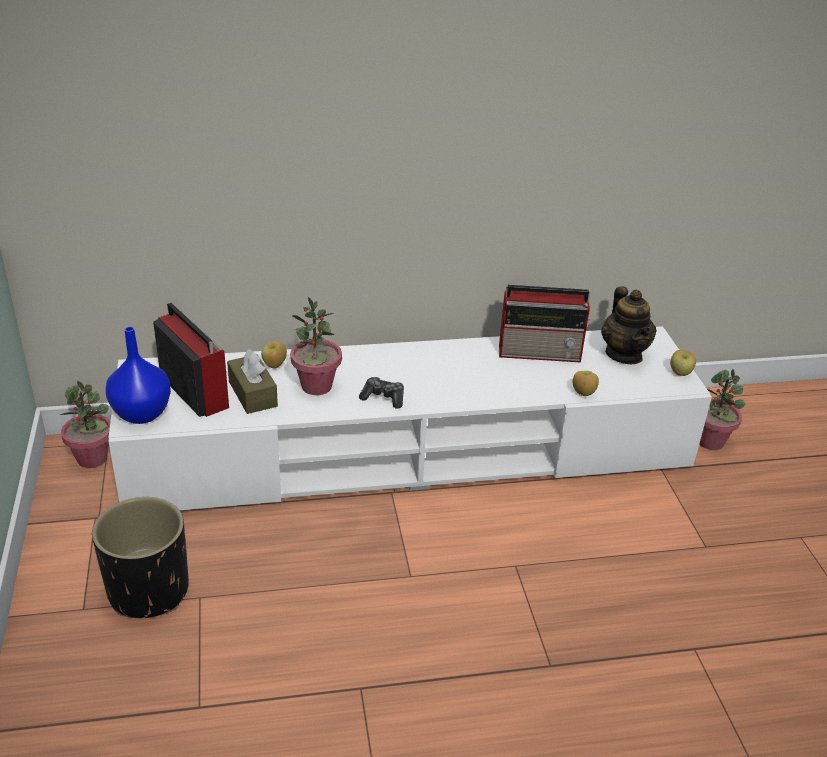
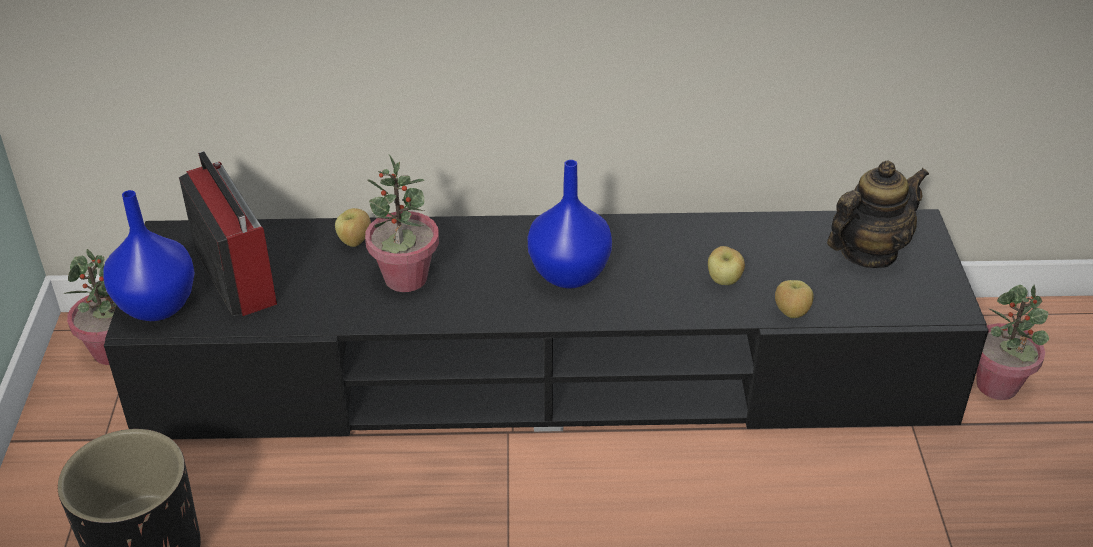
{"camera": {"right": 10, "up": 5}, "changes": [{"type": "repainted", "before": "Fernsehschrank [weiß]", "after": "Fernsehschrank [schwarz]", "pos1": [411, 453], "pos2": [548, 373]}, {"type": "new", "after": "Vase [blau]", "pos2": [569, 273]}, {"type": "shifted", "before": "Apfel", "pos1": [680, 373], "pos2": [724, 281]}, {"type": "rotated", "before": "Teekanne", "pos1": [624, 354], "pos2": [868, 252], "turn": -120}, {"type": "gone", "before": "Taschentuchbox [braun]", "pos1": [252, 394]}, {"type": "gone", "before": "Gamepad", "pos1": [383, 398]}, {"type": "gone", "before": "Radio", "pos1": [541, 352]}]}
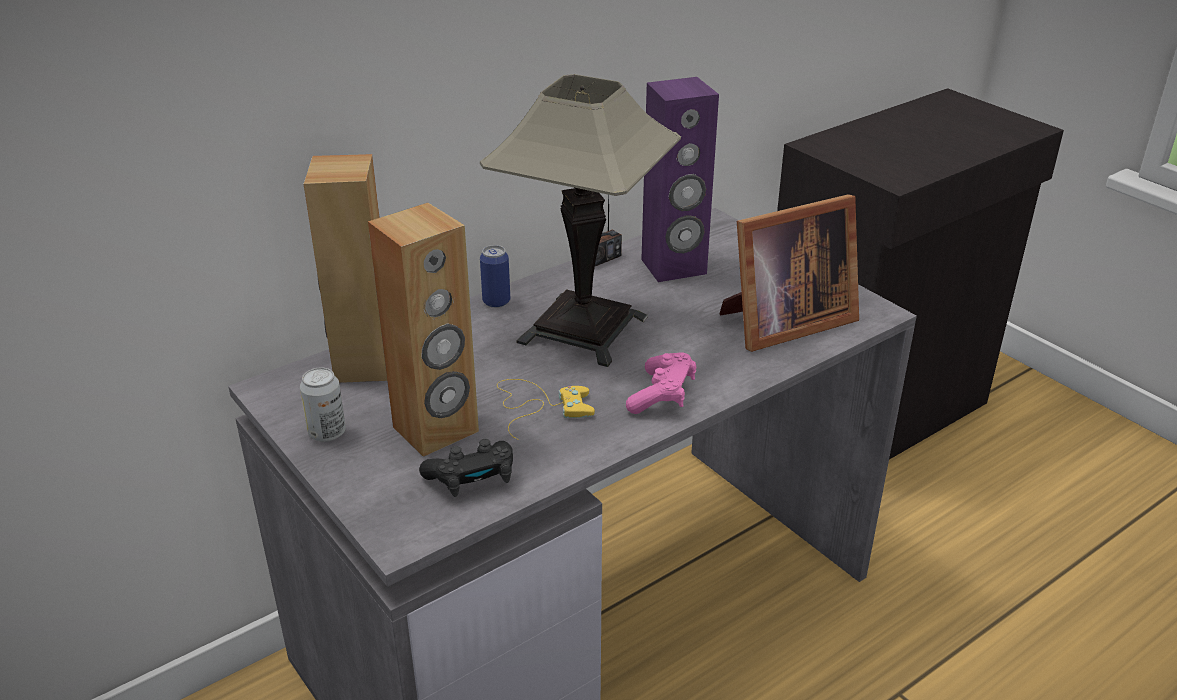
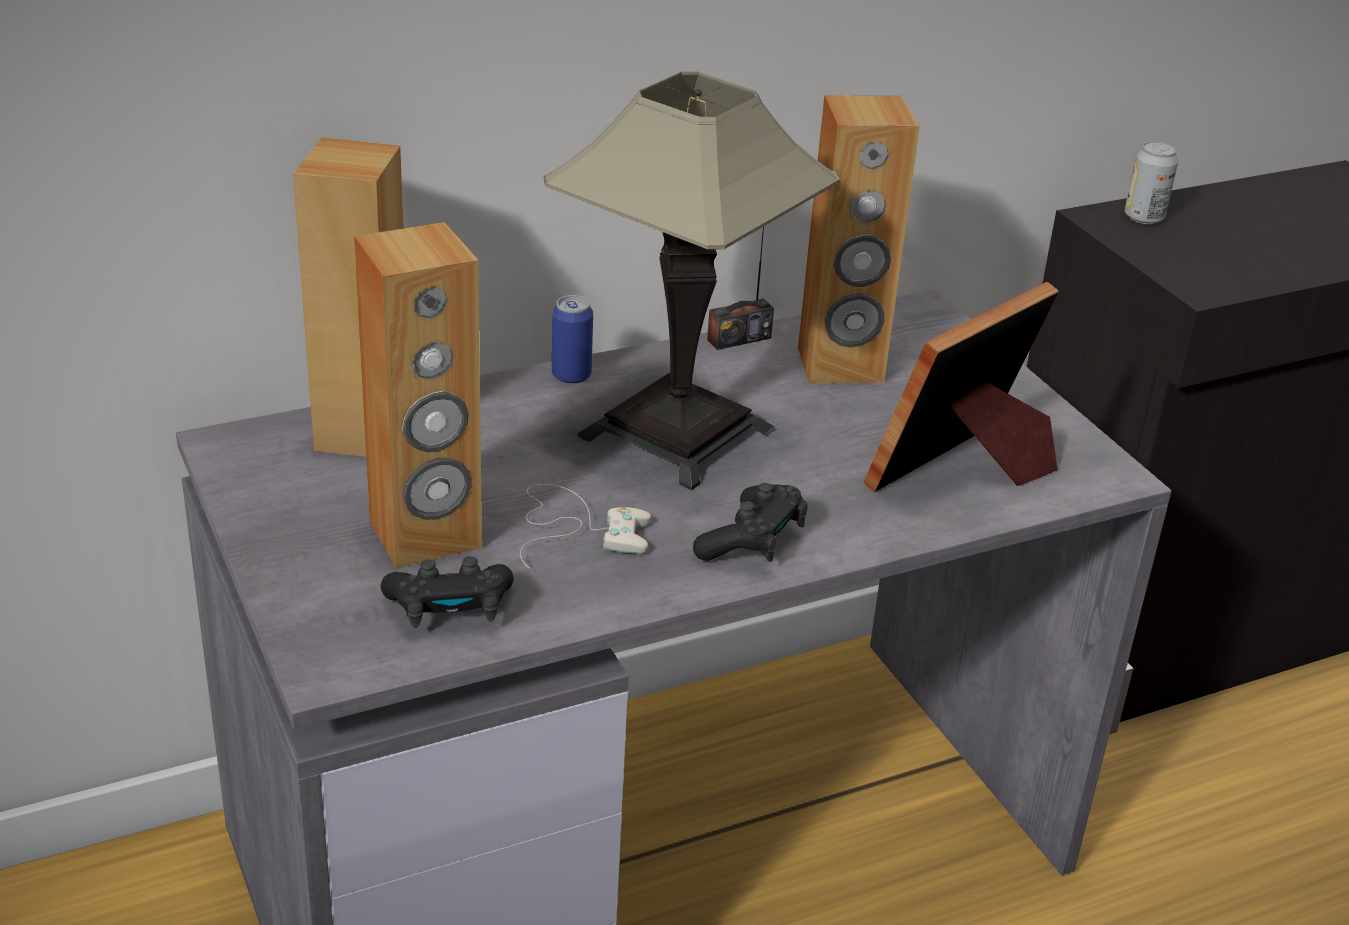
{"camera": {"right": 10, "up": 0}, "changes": [{"type": "repainted", "before": "Gamepad [gelb]", "after": "Gamepad [weiß]", "pos1": [539, 406], "pos2": [576, 527]}, {"type": "repainted", "before": "Gamepad [rosa]", "after": "Gamepad [schwarz]", "pos1": [662, 395], "pos2": [752, 542]}, {"type": "repainted", "before": "Lautsprecher [lila]", "after": "Lautsprecher [braun]", "pos1": [674, 267], "pos2": [840, 366]}, {"type": "rotated", "before": "Bilderrahmen", "pos1": [782, 323], "pos2": [965, 470], "turn": 150}, {"type": "shifted", "before": "Dose", "pos1": [327, 433], "pos2": [1144, 217]}]}
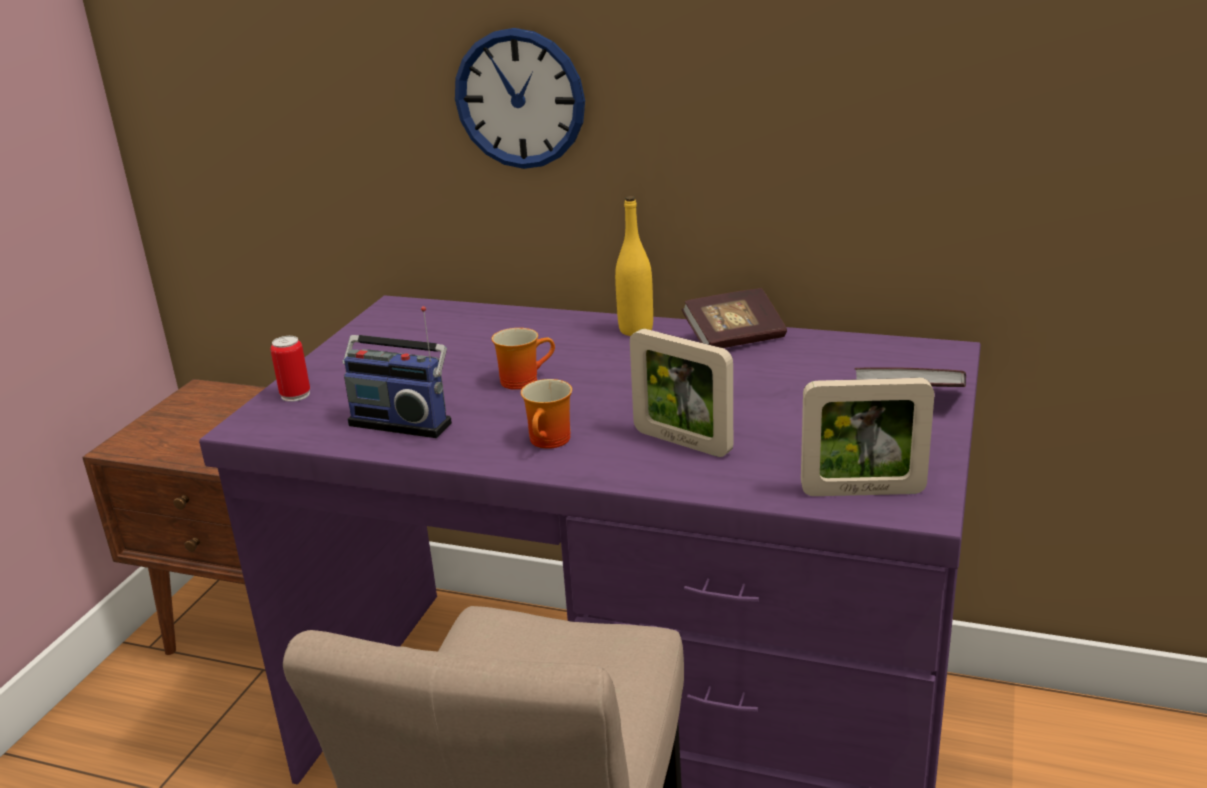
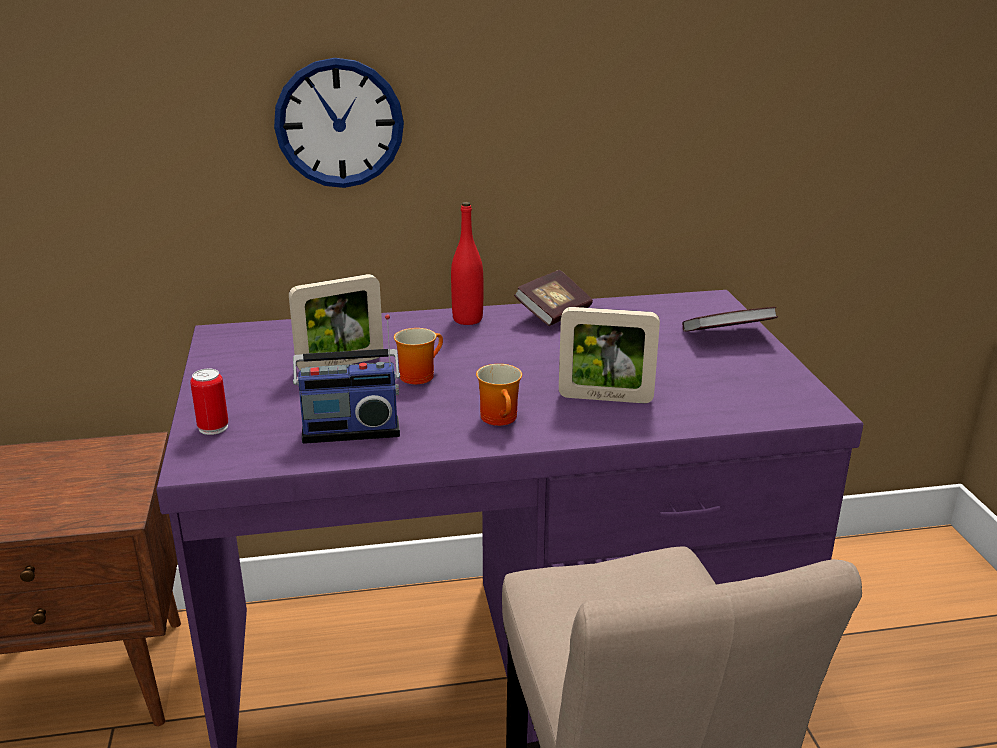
{"camera": {"right": -30, "up": 0}, "changes": [{"type": "shifted", "before": "Bilderrahmen", "pos1": [862, 491], "pos2": [340, 363]}, {"type": "repainted", "before": "Flasche [gelb]", "after": "Flasche [rot]", "pos1": [636, 330], "pos2": [467, 319]}]}
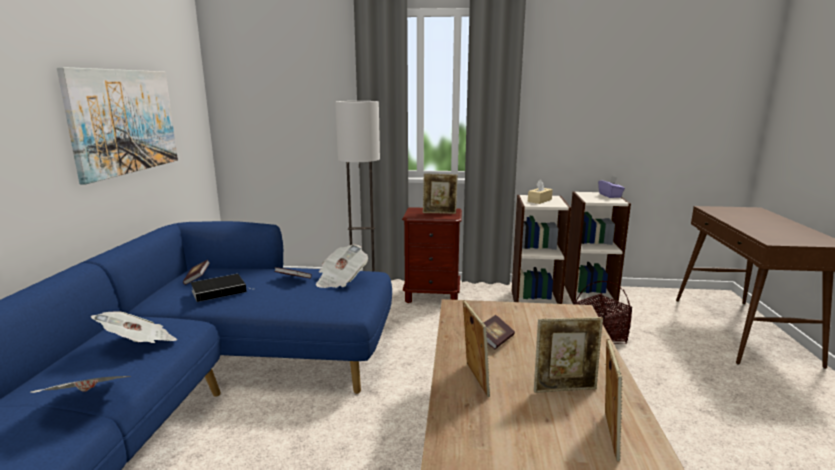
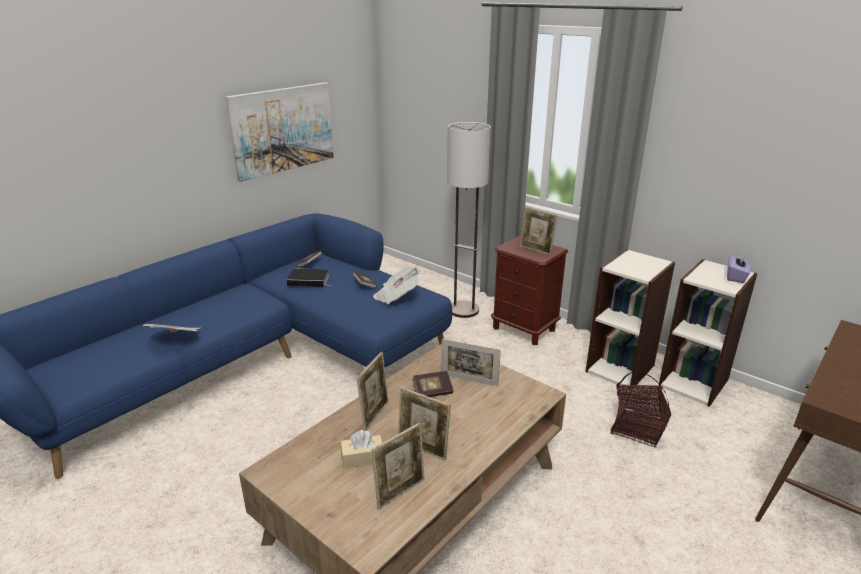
{"camera": {"right": 35, "up": 10}, "changes": [{"type": "shifted", "before": "Taschentuchbox [beige]", "pos1": [539, 200], "pos2": [362, 458]}, {"type": "new", "after": "Bilderrahmen", "pos2": [469, 380]}, {"type": "gone", "before": "Zeitung", "pos1": [139, 344]}]}
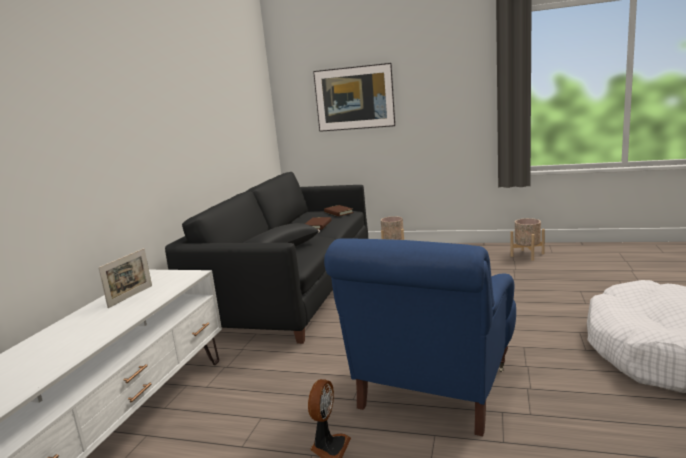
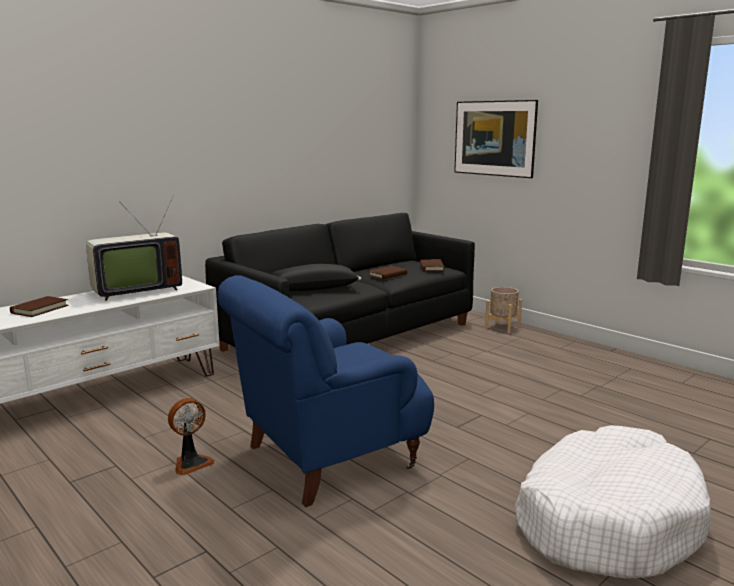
{"camera": {"right": 30, "up": 0}, "changes": [{"type": "new", "after": "Buch [braun]", "pos2": [39, 309]}, {"type": "swapped", "before": "Bilderrahmen", "after": "Fernseher", "pos1": [130, 296], "pos2": [135, 291]}, {"type": "gone", "before": "Pflanzkübel [beige]", "pos1": [527, 255]}]}
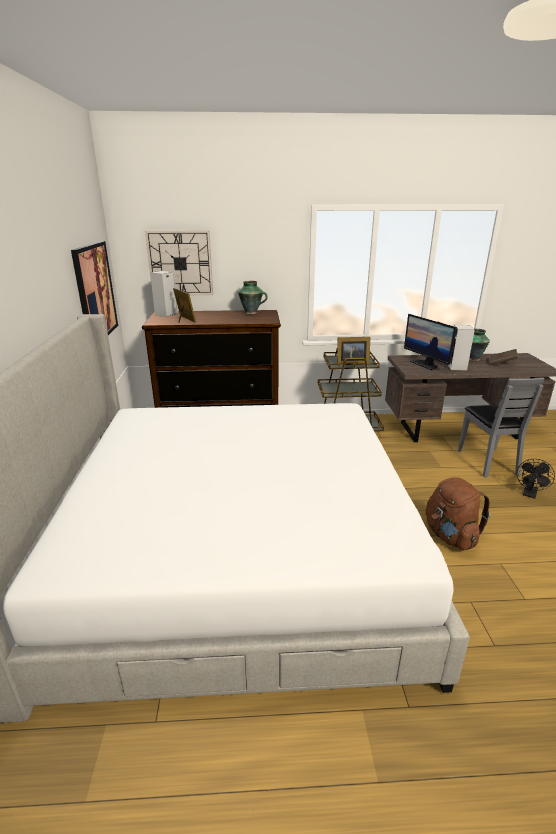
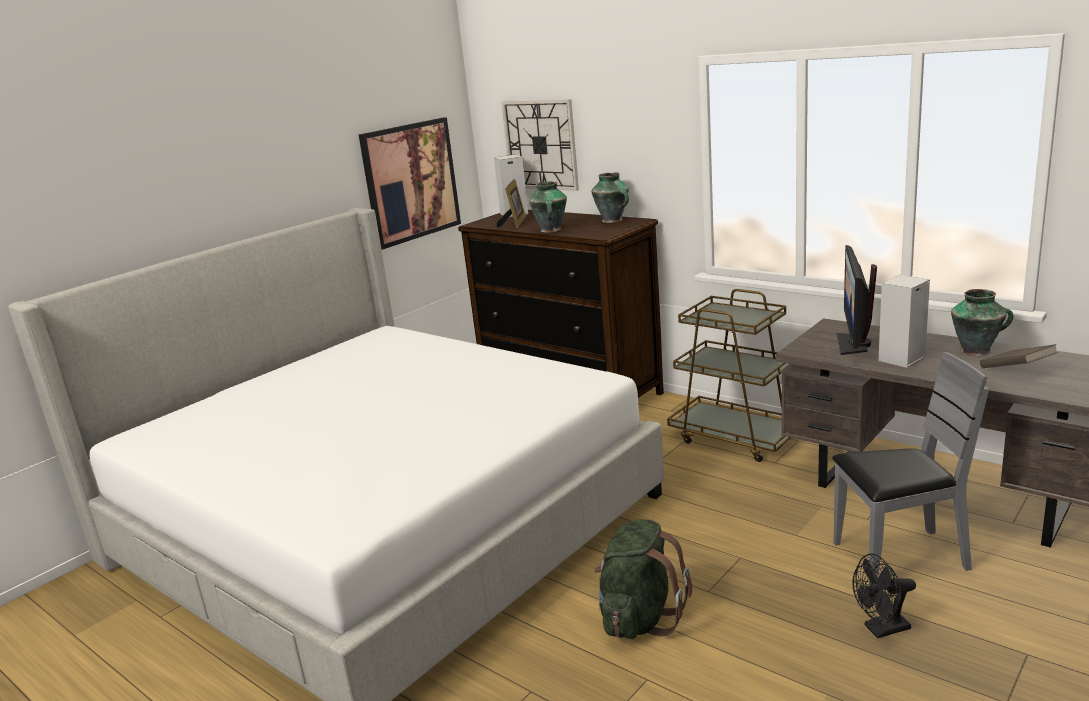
{"camera": {"right": 45, "up": -5}, "changes": [{"type": "new", "after": "Vase", "pos2": [550, 230]}, {"type": "repainted", "before": "Rucksack [braun]", "after": "Rucksack [grün]", "pos1": [450, 536], "pos2": [639, 618]}, {"type": "rotated", "before": "Stuhl [grau]", "pos1": [488, 462], "pos2": [899, 558], "turn": -135}, {"type": "gone", "before": "Bilderrahmen", "pos1": [351, 363]}]}
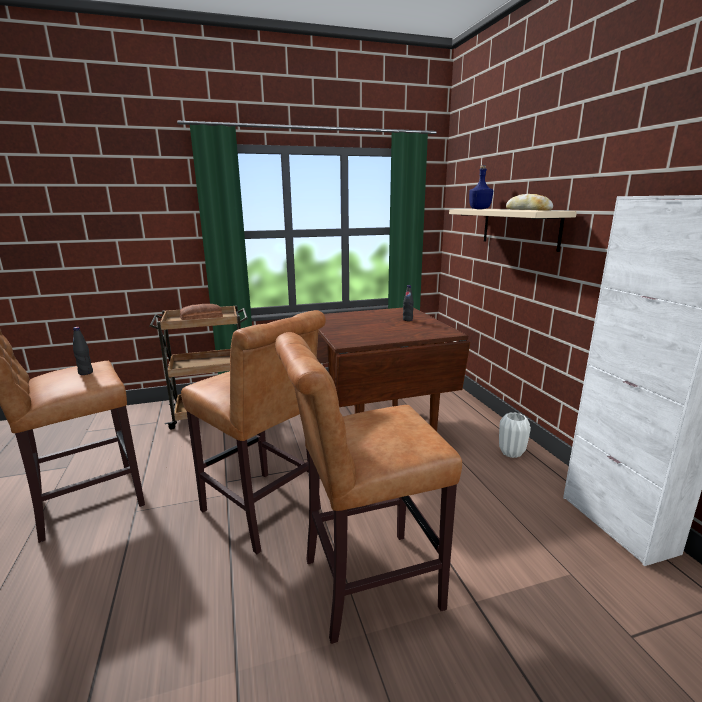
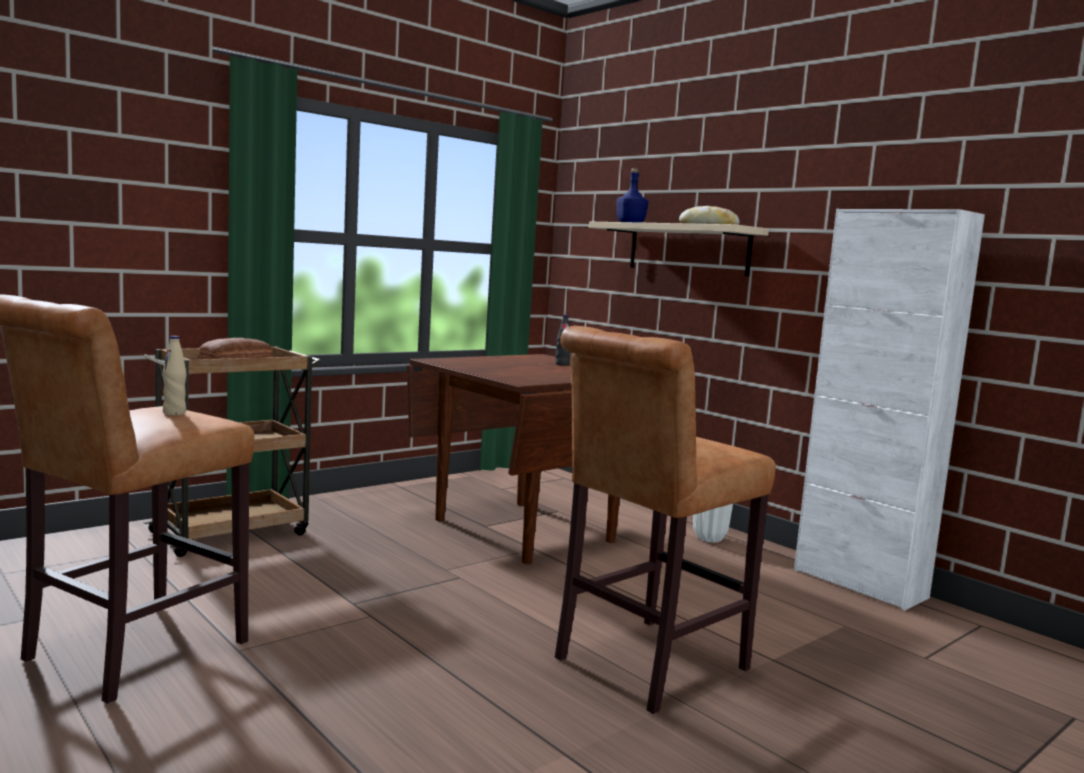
{"camera": {"right": -25, "up": -10}, "changes": [{"type": "repainted", "before": "Flasche [schwarz]", "after": "Flasche [beige]", "pos1": [86, 373], "pos2": [174, 413]}, {"type": "gone", "before": "Hocker [braun]", "pos1": [265, 513]}]}
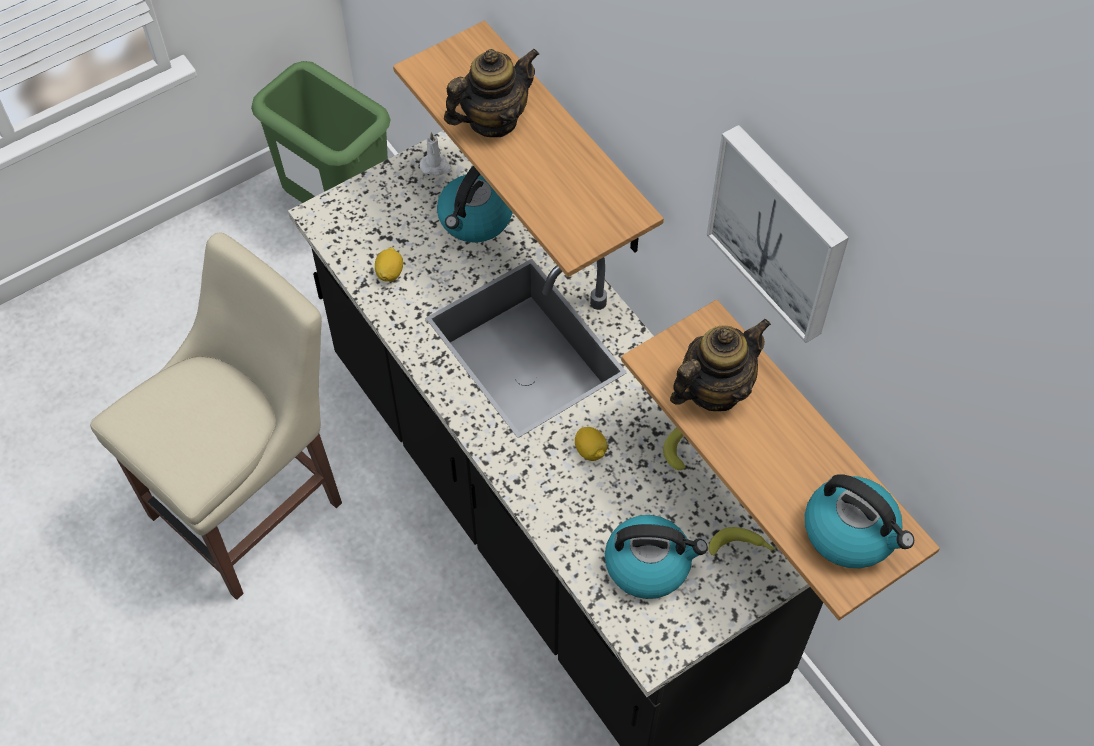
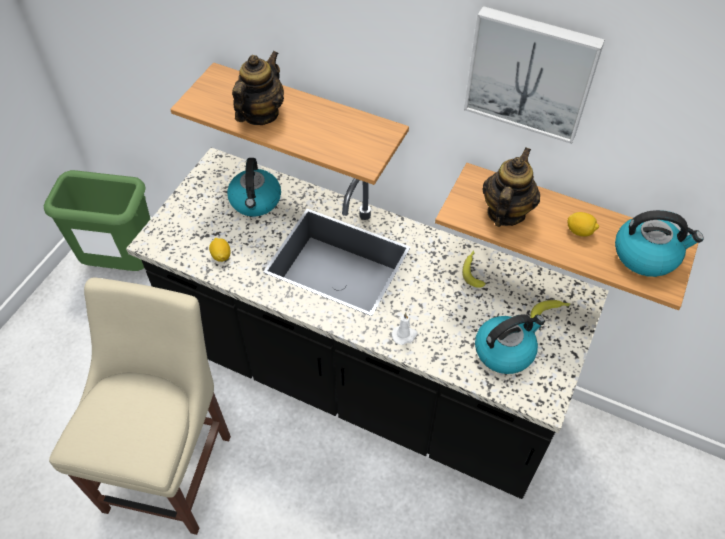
{"camera": {"right": -30, "up": -5}, "changes": [{"type": "shifted", "before": "Kerze [weiß]", "pos1": [436, 166], "pos2": [404, 335]}, {"type": "shifted", "before": "Zitrone", "pos1": [590, 451], "pos2": [580, 231]}]}
